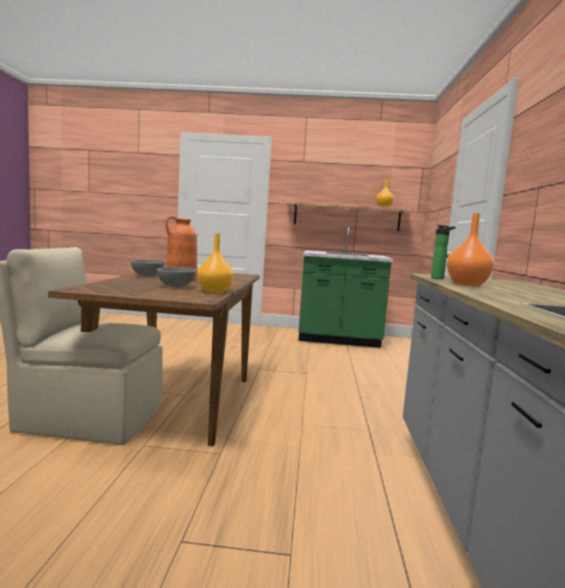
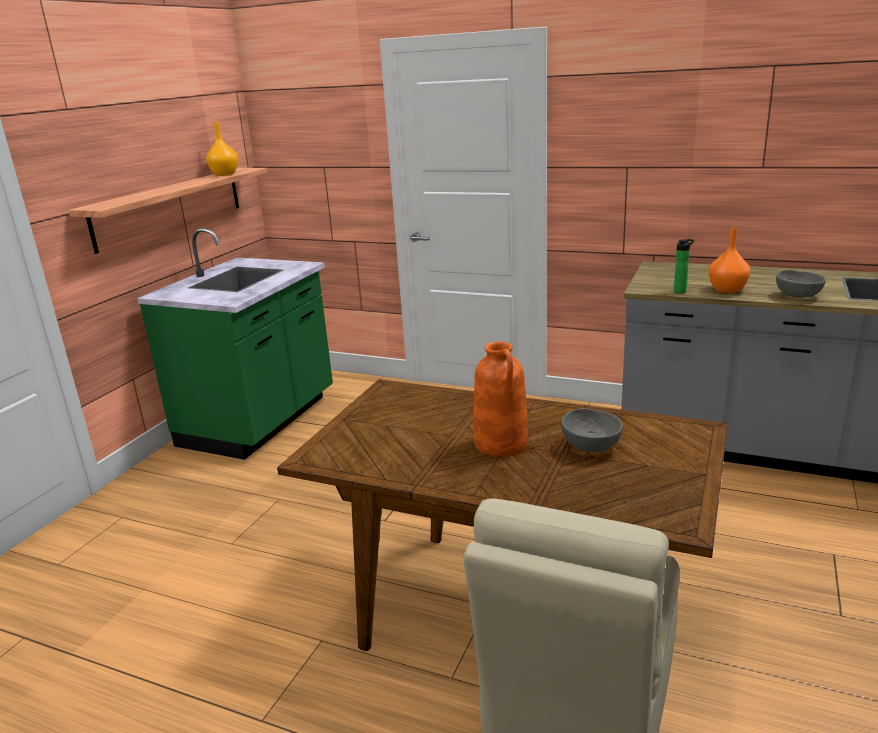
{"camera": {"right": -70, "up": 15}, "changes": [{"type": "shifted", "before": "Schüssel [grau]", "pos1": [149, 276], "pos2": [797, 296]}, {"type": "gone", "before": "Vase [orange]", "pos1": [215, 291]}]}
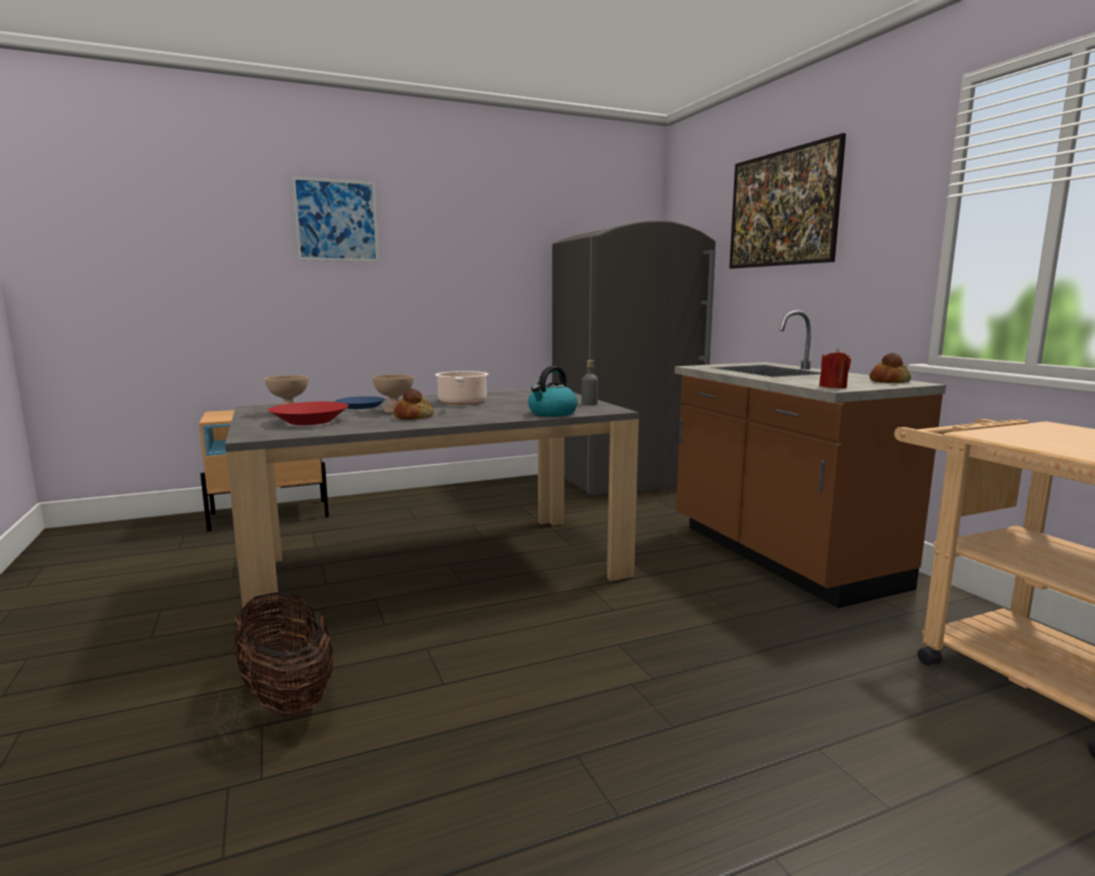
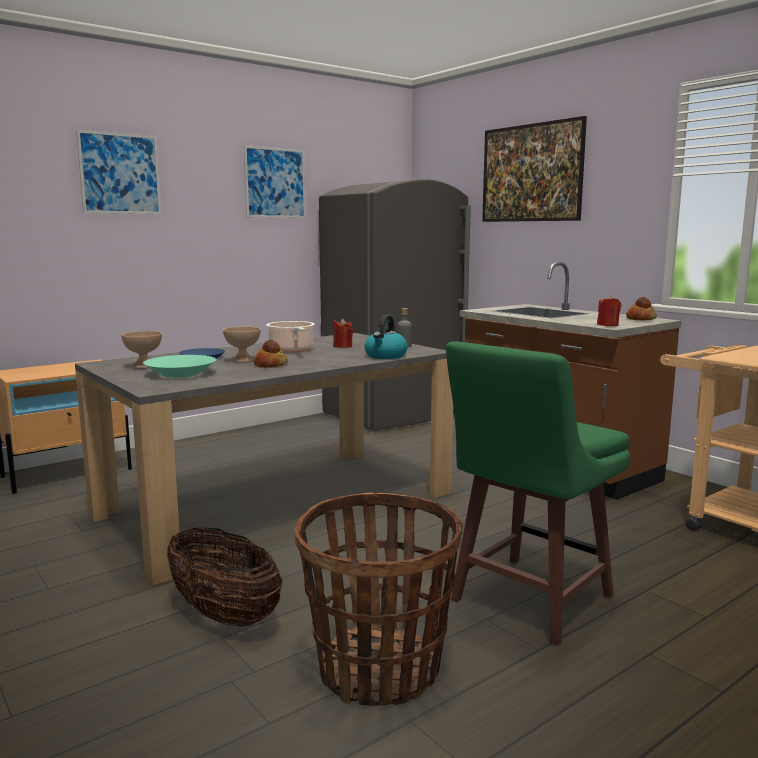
{"camera": {"right": -15, "up": 0}, "changes": [{"type": "repainted", "before": "Schüssel [rot]", "after": "Schüssel [türkis]", "pos1": [310, 421], "pos2": [180, 373]}, {"type": "new", "after": "Bild", "pos2": [275, 183]}, {"type": "new", "after": "Korb", "pos2": [379, 670]}, {"type": "new", "after": "Kerze [rot]", "pos2": [342, 346]}, {"type": "new", "after": "Hocker [grün]", "pos2": [528, 600]}]}
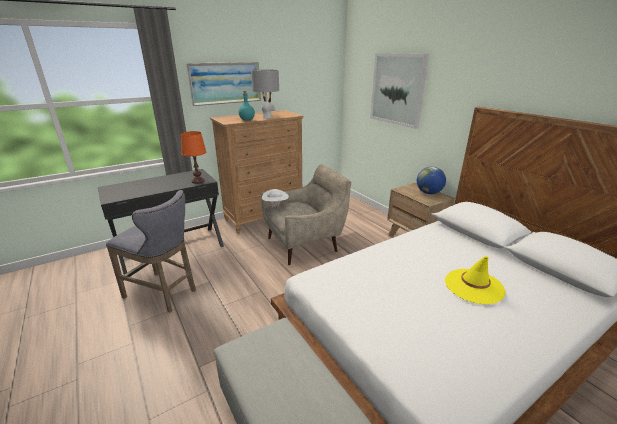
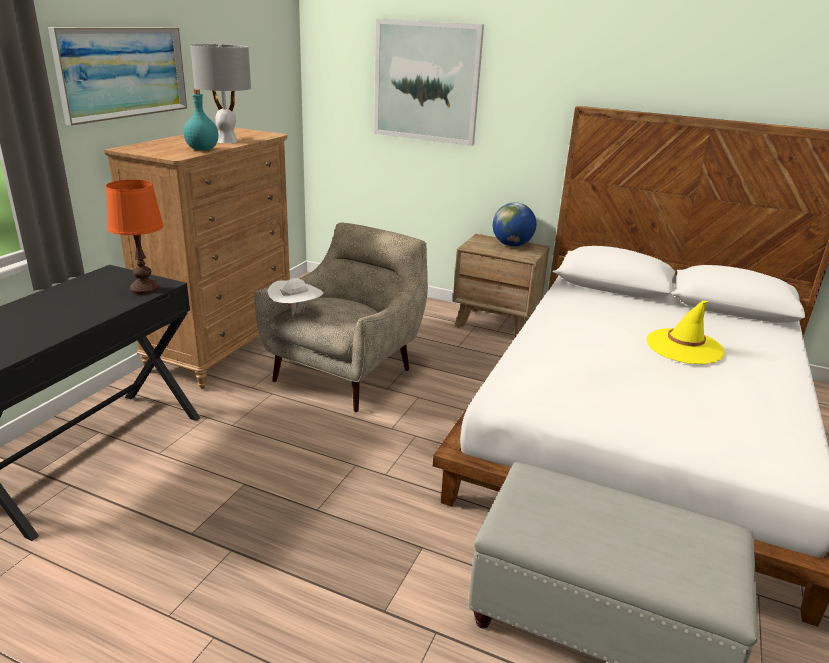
{"camera": {"right": -35, "up": 0}, "changes": [{"type": "gone", "before": "Hocker [grau]", "pos1": [164, 294]}]}
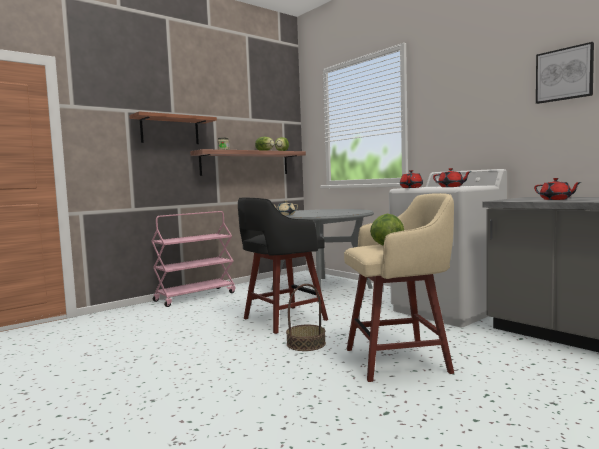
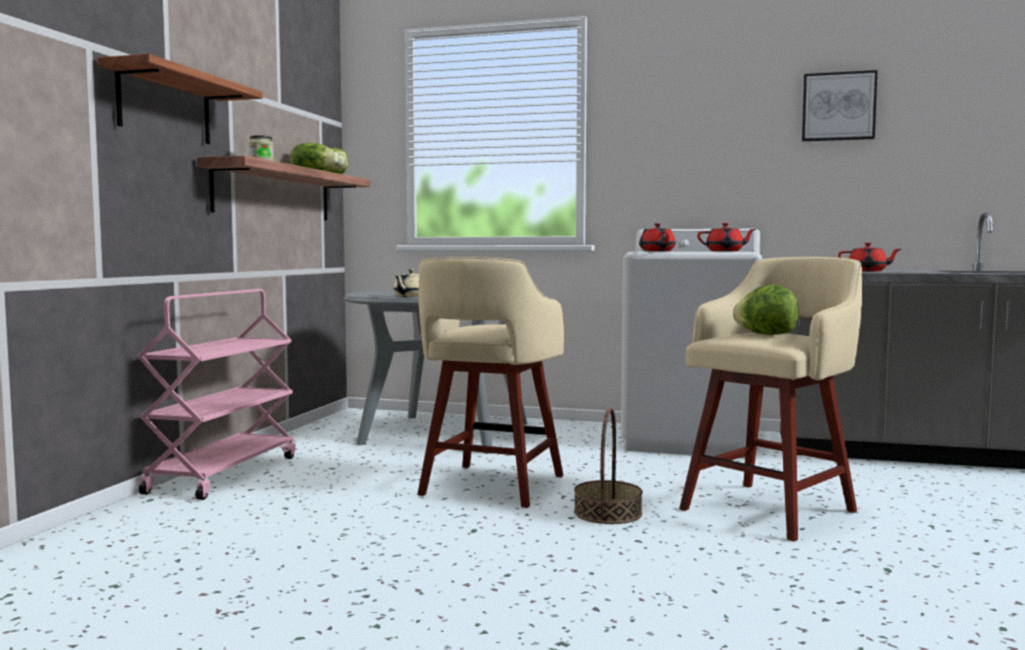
{"camera": {"right": -35, "up": 0}, "changes": [{"type": "repainted", "before": "Hocker [schwarz]", "after": "Hocker [beige]", "pos1": [282, 320], "pos2": [490, 486]}]}
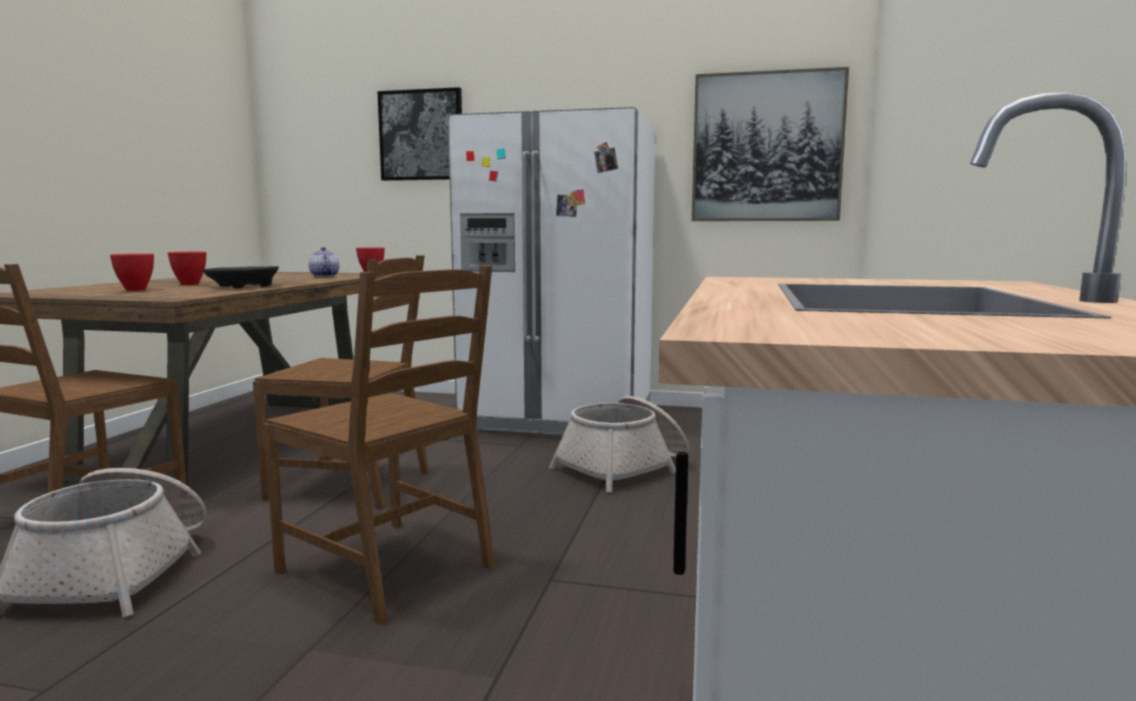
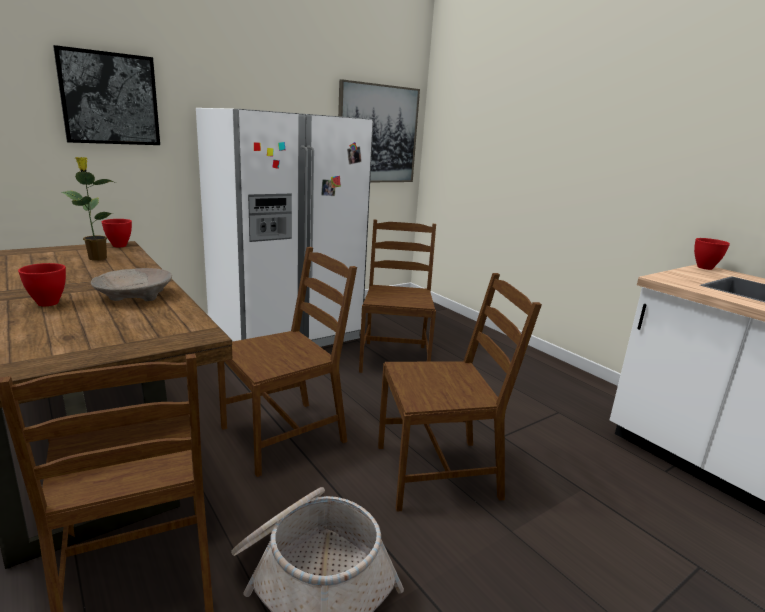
{"camera": {"right": -50, "up": 10}, "changes": [{"type": "swapped", "before": "Teekanne", "after": "Topfpflanze", "pos1": [323, 276], "pos2": [97, 258]}, {"type": "repainted", "before": "Schüssel [schwarz]", "after": "Schüssel [beige]", "pos1": [242, 286], "pos2": [134, 296]}, {"type": "swapped", "before": "Korb", "after": "Stuhl [braun]", "pos1": [625, 468], "pos2": [394, 358]}, {"type": "shifted", "before": "Schüssel [rot]", "pos1": [136, 290], "pos2": [704, 267]}]}
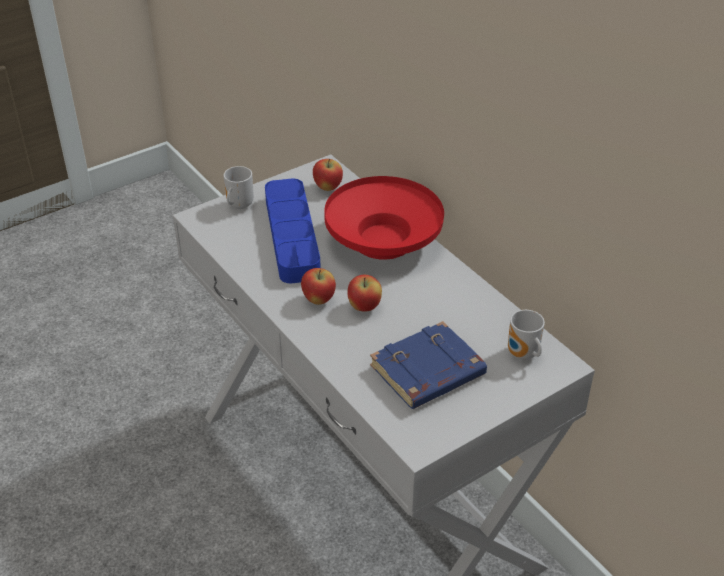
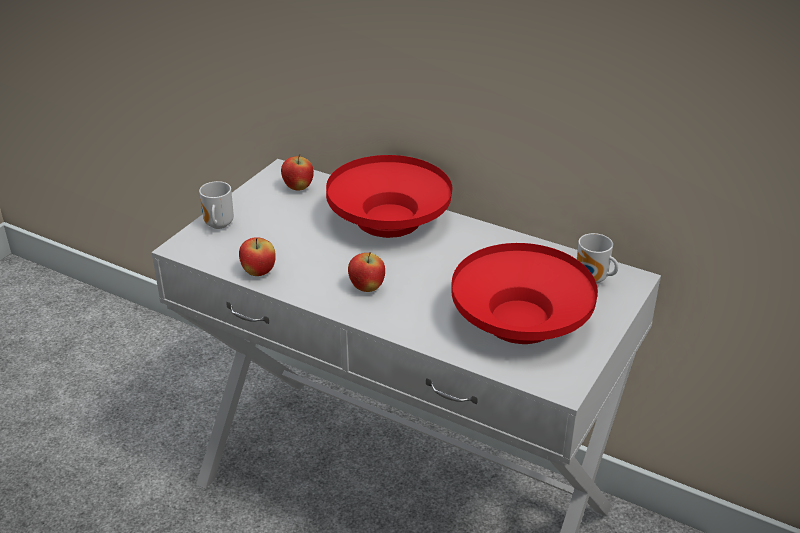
{"camera": {"right": -25, "up": -5}, "changes": [{"type": "shifted", "before": "Apfel", "pos1": [364, 307], "pos2": [258, 272]}, {"type": "swapped", "before": "Buch [blau]", "after": "Schüssel [rot]", "pos1": [427, 373], "pos2": [520, 321]}, {"type": "gone", "before": "Tablett [blau]", "pos1": [292, 236]}]}
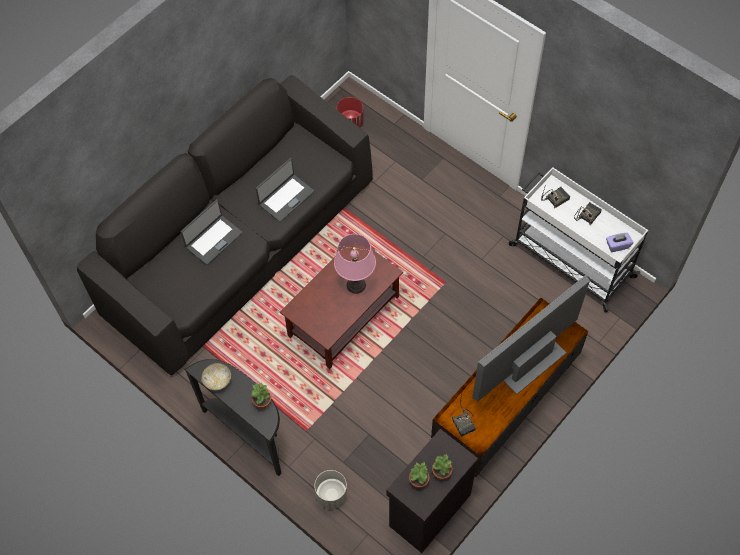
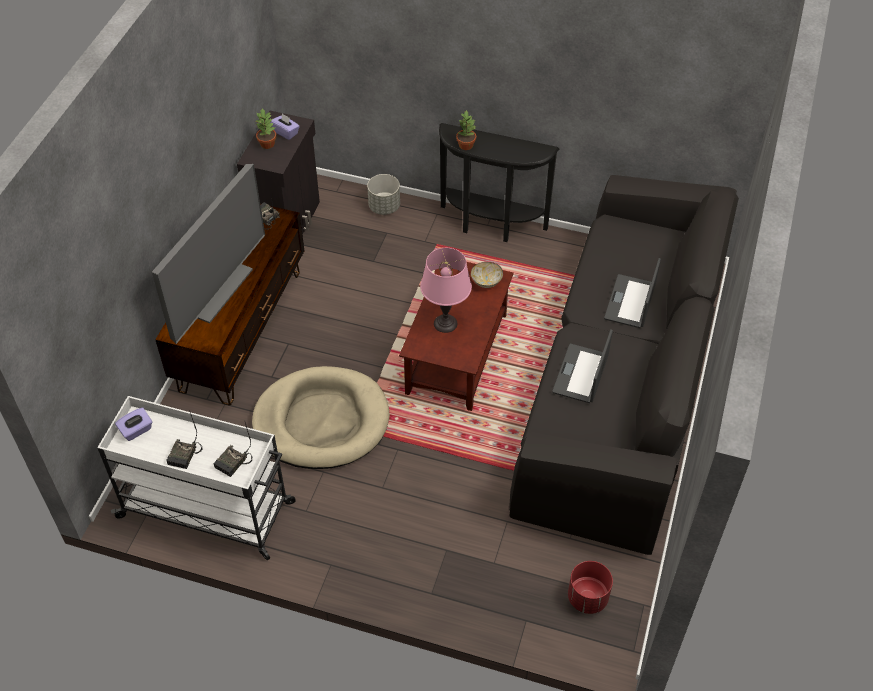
{"camera": {"right": 155, "up": -10}, "changes": [{"type": "new", "after": "Hundebett [beige]", "pos2": [321, 421]}, {"type": "swapped", "before": "Topfpflanze", "after": "Taschentuchbox [lila]", "pos1": [419, 481], "pos2": [286, 132]}, {"type": "shifted", "before": "Schüssel", "pos1": [217, 381], "pos2": [486, 282]}]}
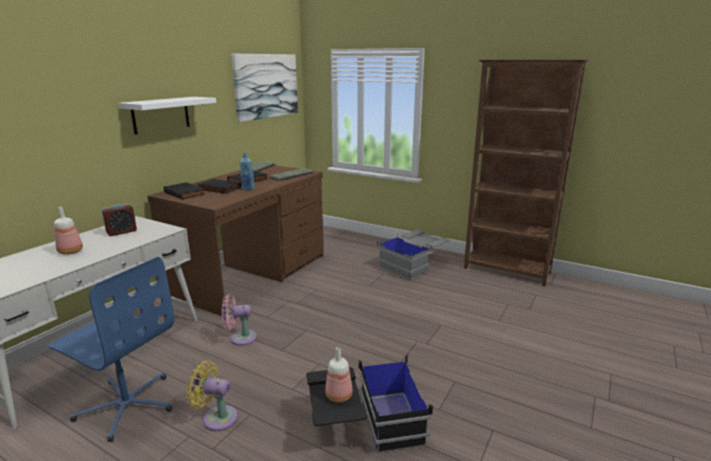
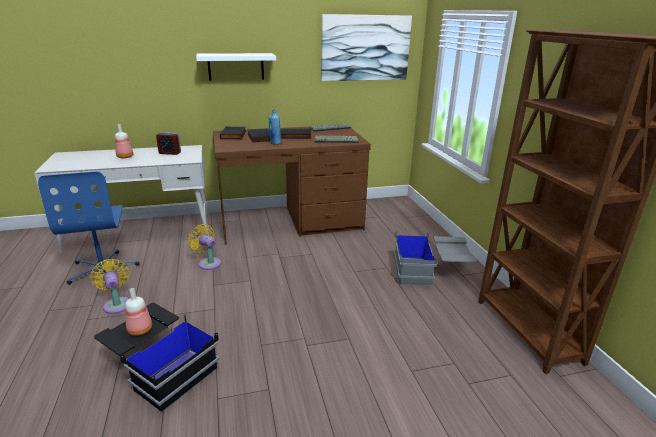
{"camera": {"right": 45, "up": 5}, "changes": [{"type": "repainted", "before": "Ventilator [rosa]", "after": "Ventilator [gelb]", "pos1": [240, 338], "pos2": [208, 263]}]}
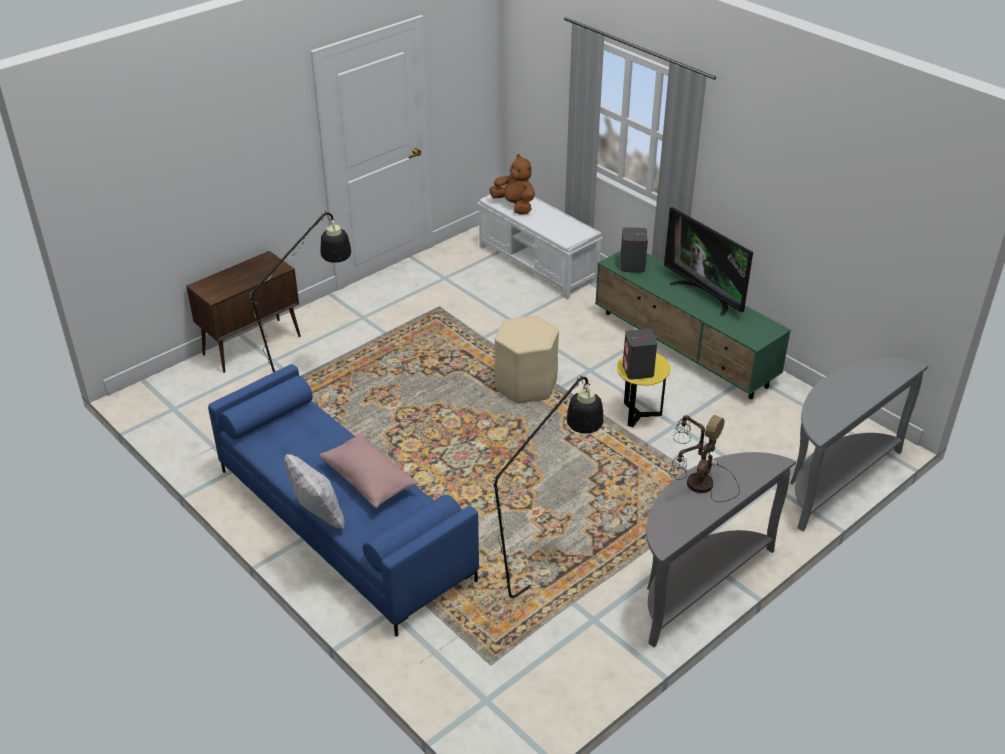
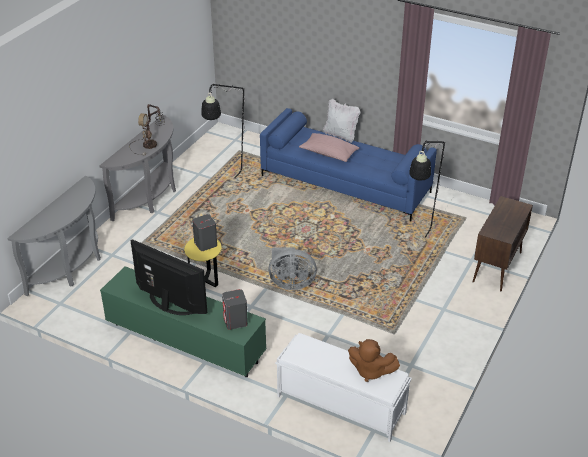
{"camera": {"right": 160, "up": 0}, "changes": [{"type": "swapped", "before": "Hocker [beige]", "after": "Ventilator [grau]", "pos1": [525, 385], "pos2": [290, 283]}]}
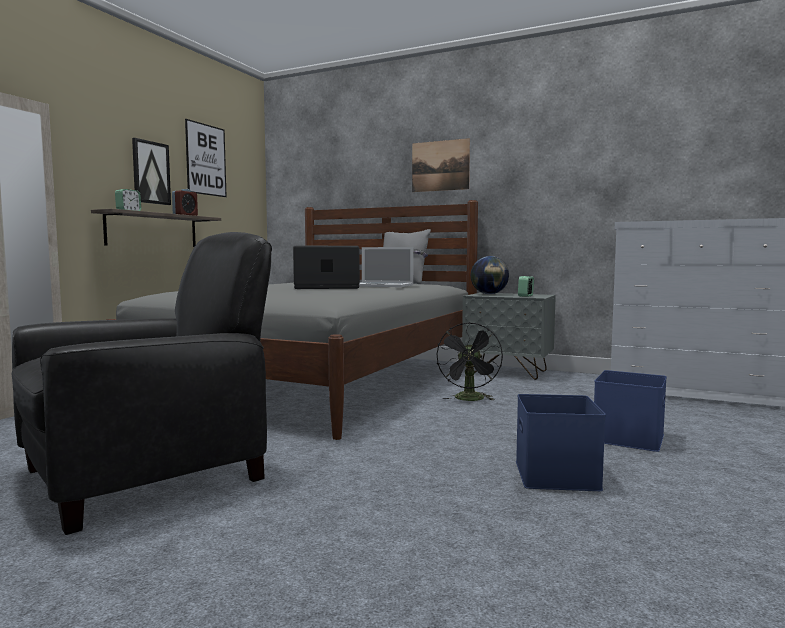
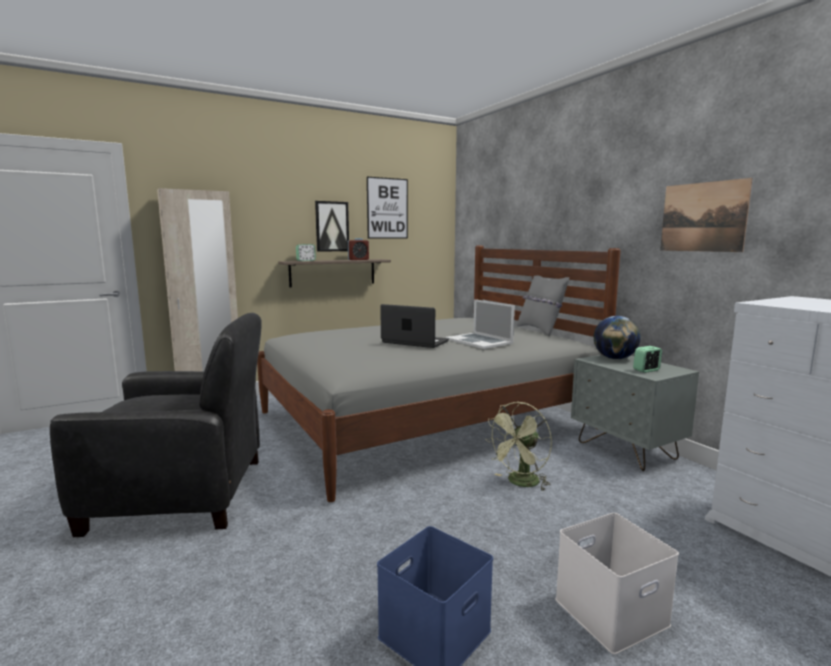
{"camera": {"right": 35, "up": 5}, "changes": [{"type": "repainted", "before": "Ventilator [schwarz]", "after": "Ventilator [grün]", "pos1": [470, 400], "pos2": [520, 483]}, {"type": "repainted", "before": "Aufbewahrungsbox [blau]", "after": "Aufbewahrungsbox [weiß]", "pos1": [629, 438], "pos2": [611, 613]}, {"type": "shifted", "before": "Bild", "pos1": [440, 166], "pos2": [703, 217]}]}
